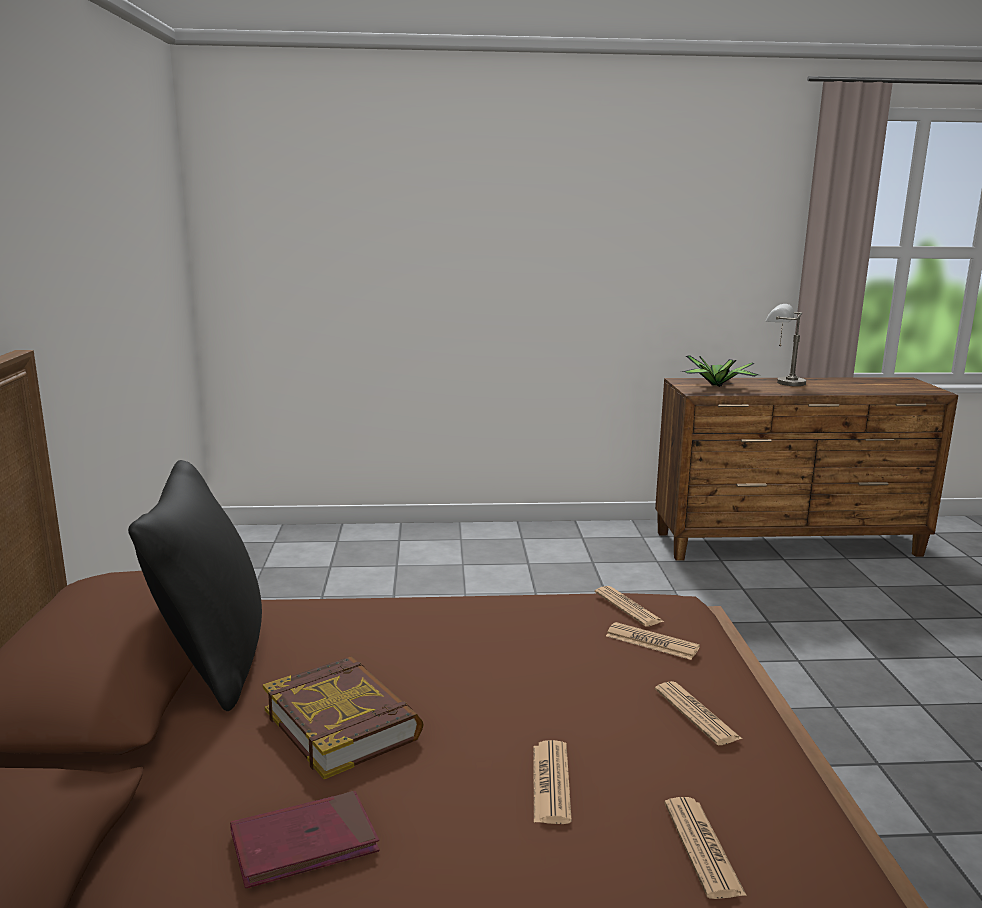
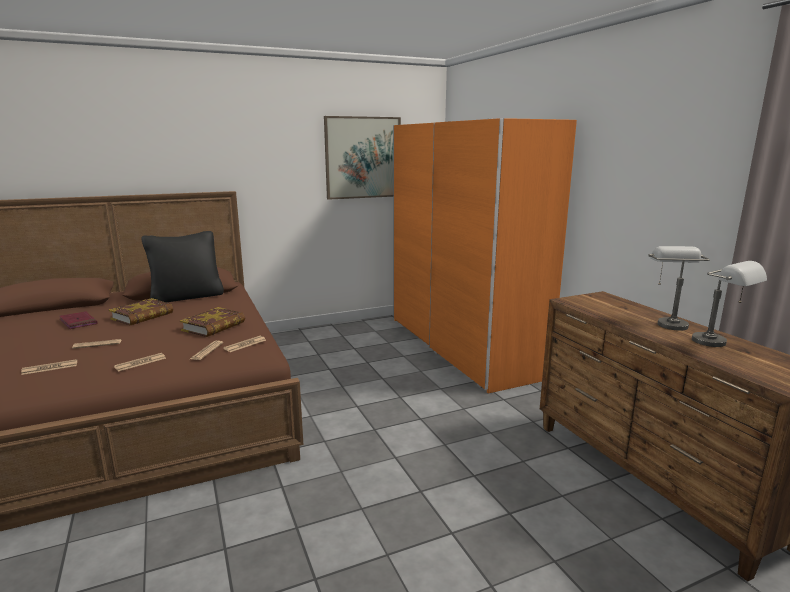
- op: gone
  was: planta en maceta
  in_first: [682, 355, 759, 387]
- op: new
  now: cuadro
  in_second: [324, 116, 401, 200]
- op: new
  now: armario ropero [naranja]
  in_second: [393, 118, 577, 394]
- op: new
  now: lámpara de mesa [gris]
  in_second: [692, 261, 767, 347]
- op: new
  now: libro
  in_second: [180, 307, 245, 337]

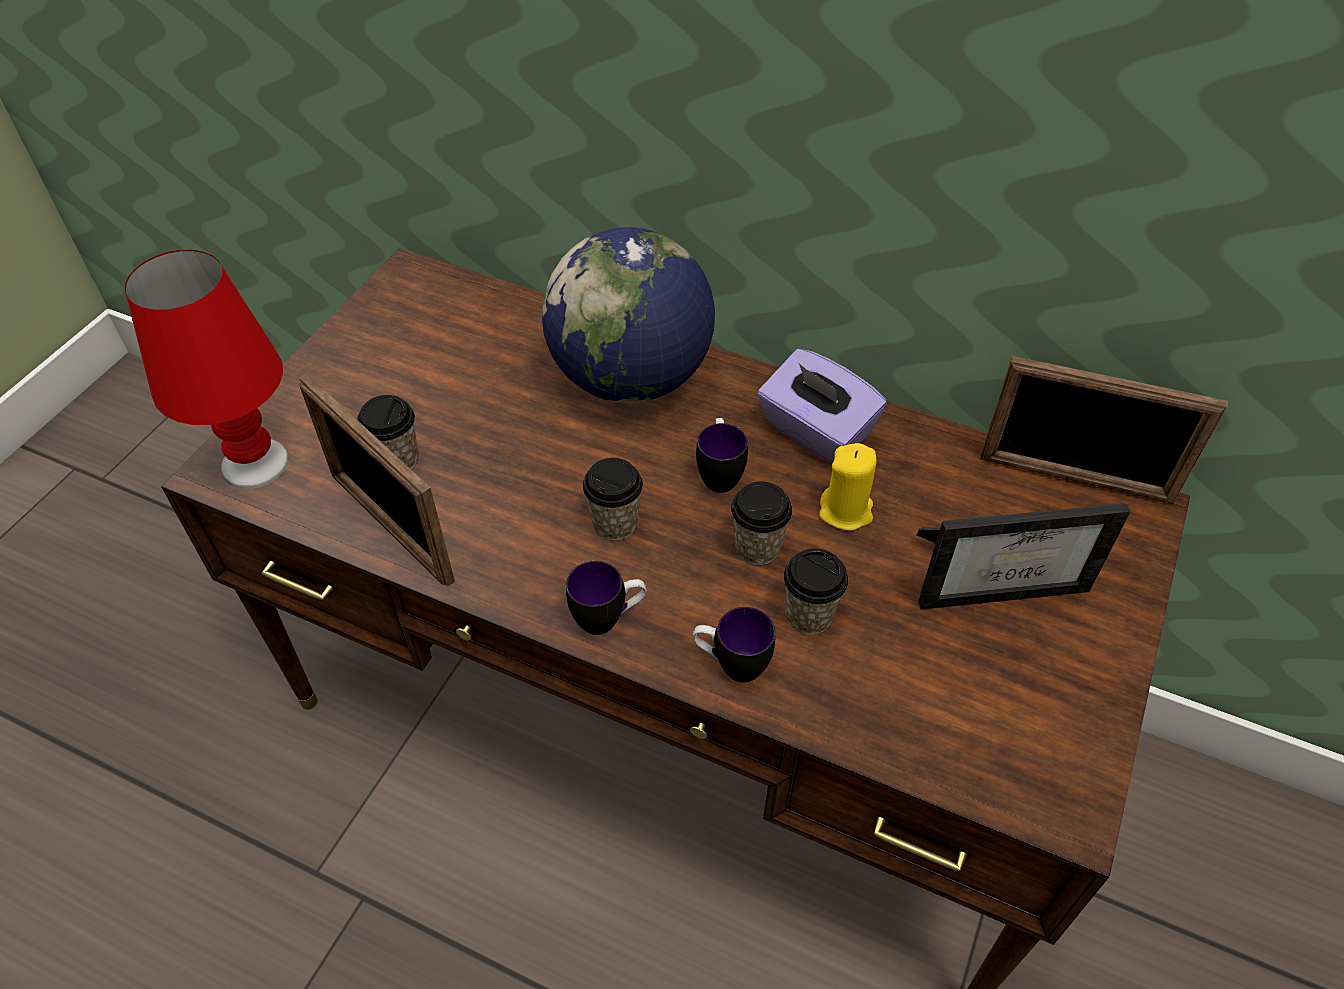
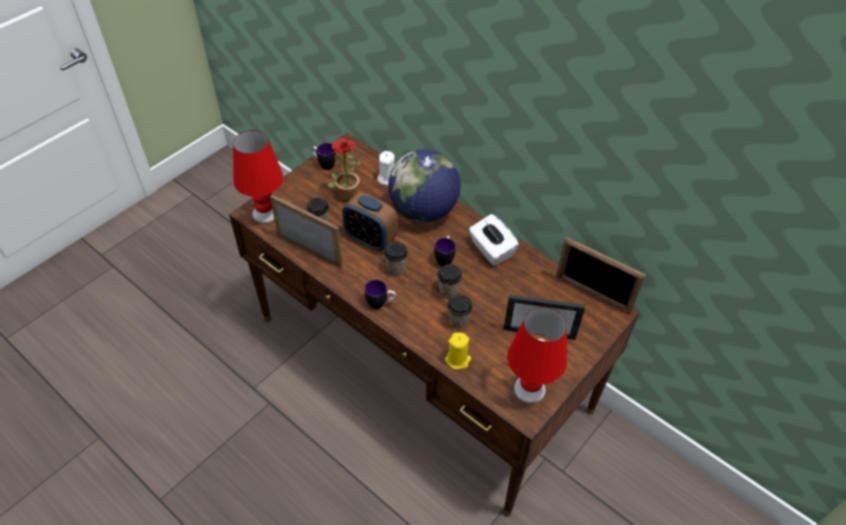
- op: repainted
  was: caja de pañuelos [morado]
  now: caja de pañuelos [blanco]
  in_first: [758, 349, 887, 463]
  in_second: [469, 214, 519, 265]
- op: rotated
  was: portarretratos
  in_first: [299, 374, 455, 586]
  in_second: [270, 195, 343, 268]
  clockwise: 150
- op: shifted
  was: vela [amarillo]
  in_first: [819, 443, 877, 531]
  in_second: [445, 333, 471, 370]
- op: shifted
  was: taza grande
  in_first: [692, 607, 775, 683]
  in_second: [312, 143, 336, 170]
- op: new
  now: planta en maceta
  in_second: [328, 139, 361, 202]
- op: new
  now: vela [blanco]
  in_second: [377, 151, 395, 186]
- op: new
  now: despertador
  in_second: [342, 192, 398, 251]
- op: new
  now: lámpara de mesa [rojo]
  in_second: [507, 307, 567, 403]

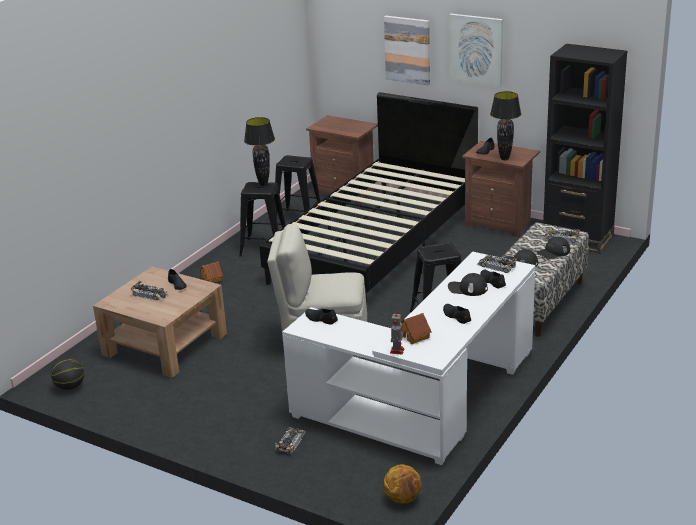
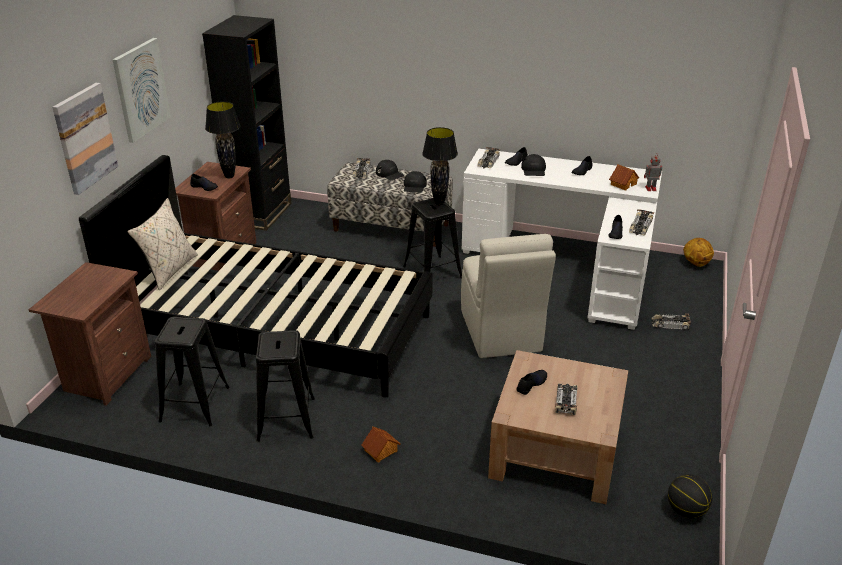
- op: shifted
  was: lámpara de mesa [negro]
  in_first: [244, 117, 275, 186]
  in_second: [422, 127, 458, 205]
- op: new
  now: cojín [beis]
  in_second: [127, 198, 198, 290]
- op: new
  now: coche de juguete
  in_second: [629, 209, 654, 236]

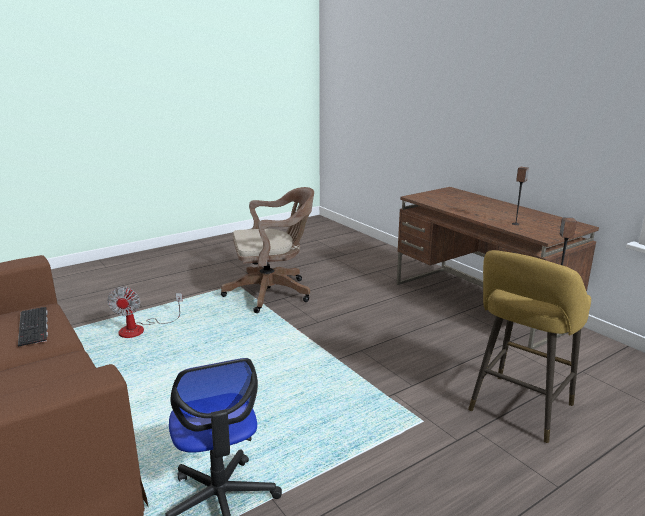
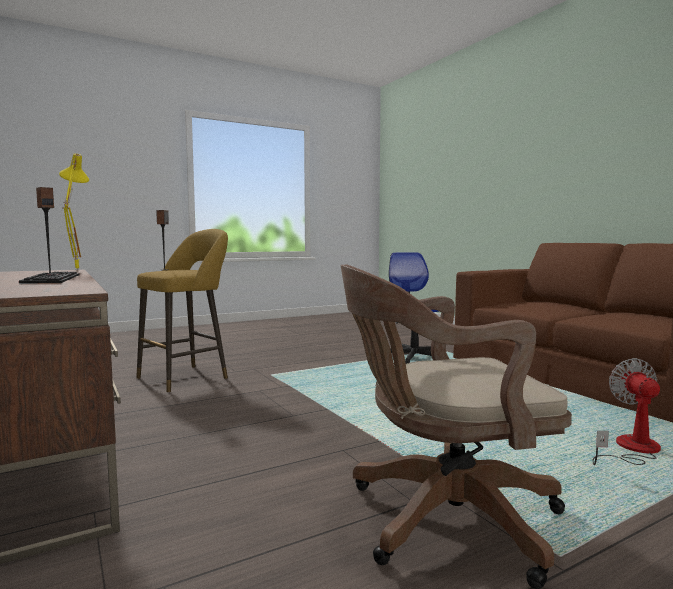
- op: shifted
  was: teclado
  in_first: [18, 307, 48, 347]
  in_second: [19, 272, 80, 284]
- op: new
  now: lámpara de mesa [amarillo]
  in_second: [59, 153, 89, 272]

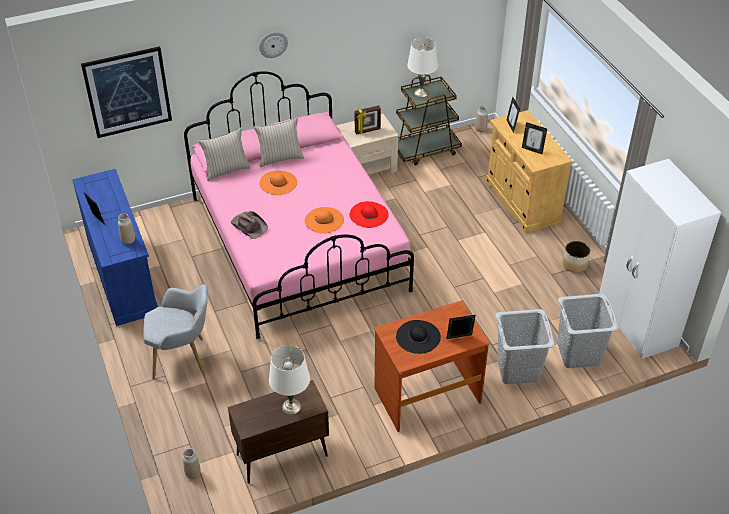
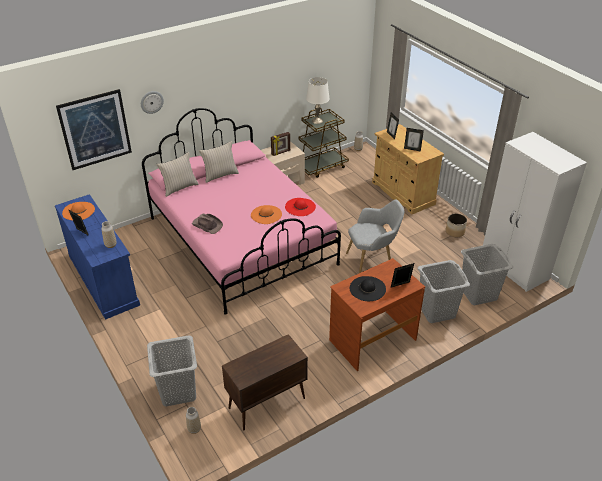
- op: shifted
  was: reloj de pared
  in_first: [259, 32, 288, 58]
  in_second: [141, 91, 164, 114]
- op: shifted
  was: sombrero [naranja]
  in_first: [260, 171, 297, 195]
  in_second: [62, 202, 95, 220]
- op: shifted
  was: sillón [gris]
  in_first: [143, 284, 208, 379]
  in_second: [346, 200, 404, 273]
- op: gone
  was: lámpara de mesa [blanco]
  in_first: [269, 345, 310, 415]
- op: new
  now: cesto de la ropa [gris]
  in_second: [147, 335, 197, 406]

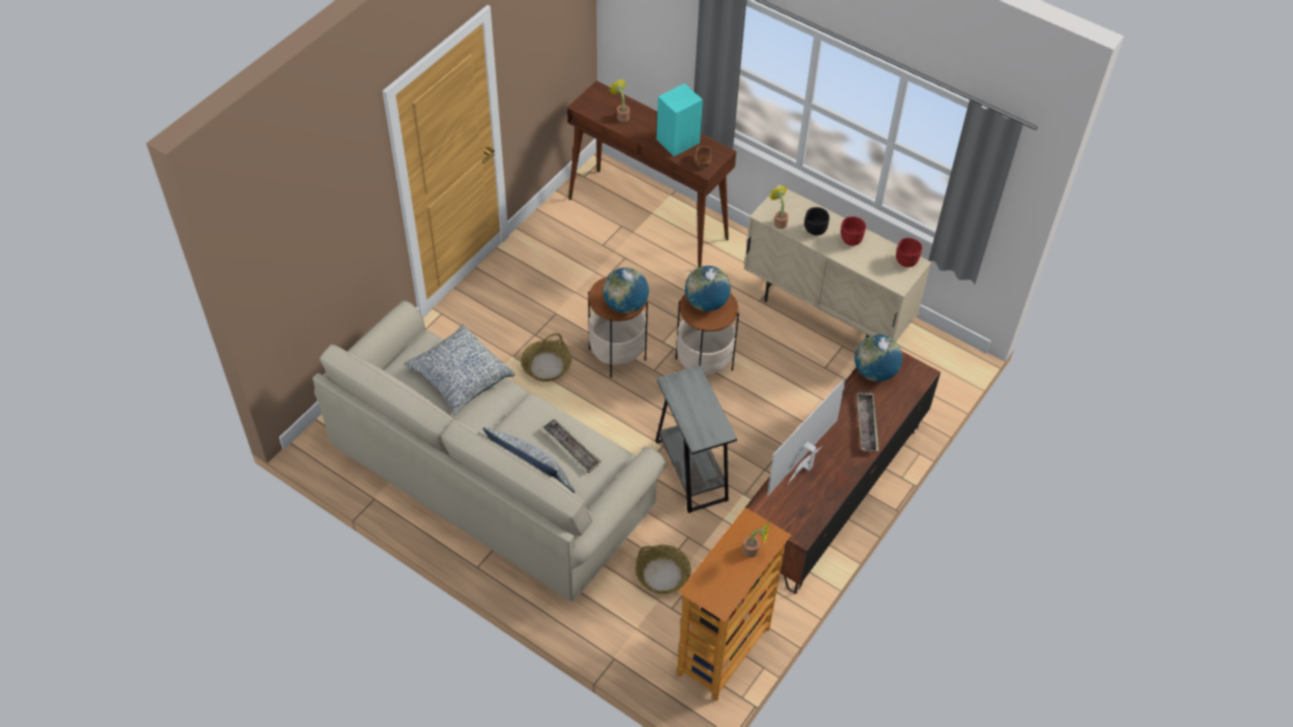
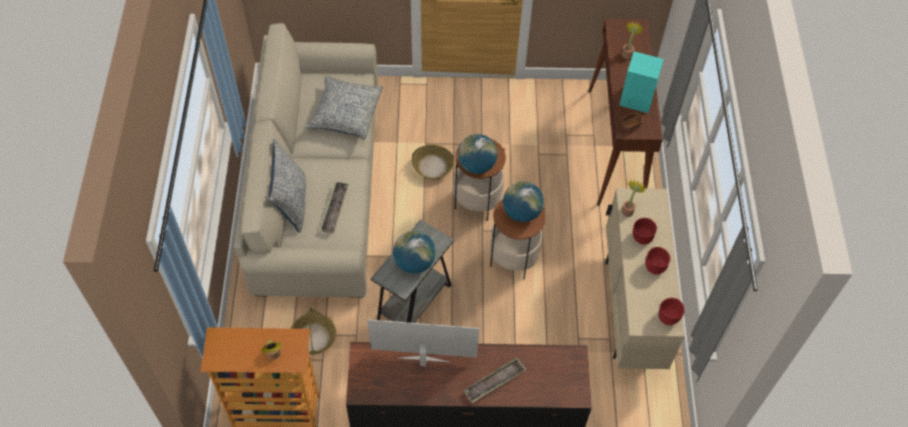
- op: repainted
  was: cuenco [negro]
  now: cuenco [rojo]
  in_first: [804, 207, 830, 235]
  in_second: [633, 218, 657, 245]
- op: shifted
  was: globo terráqueo
  in_first: [855, 335, 902, 382]
  in_second: [393, 231, 436, 274]

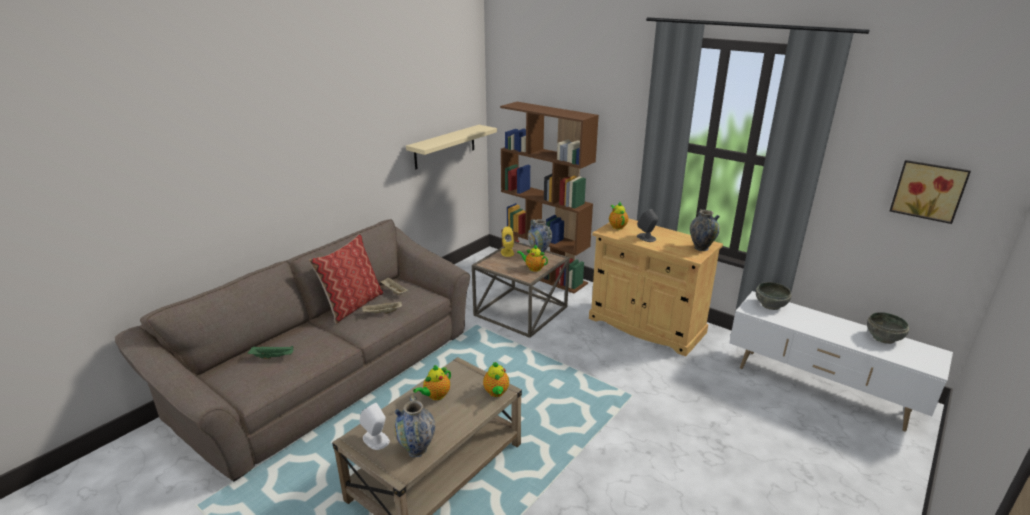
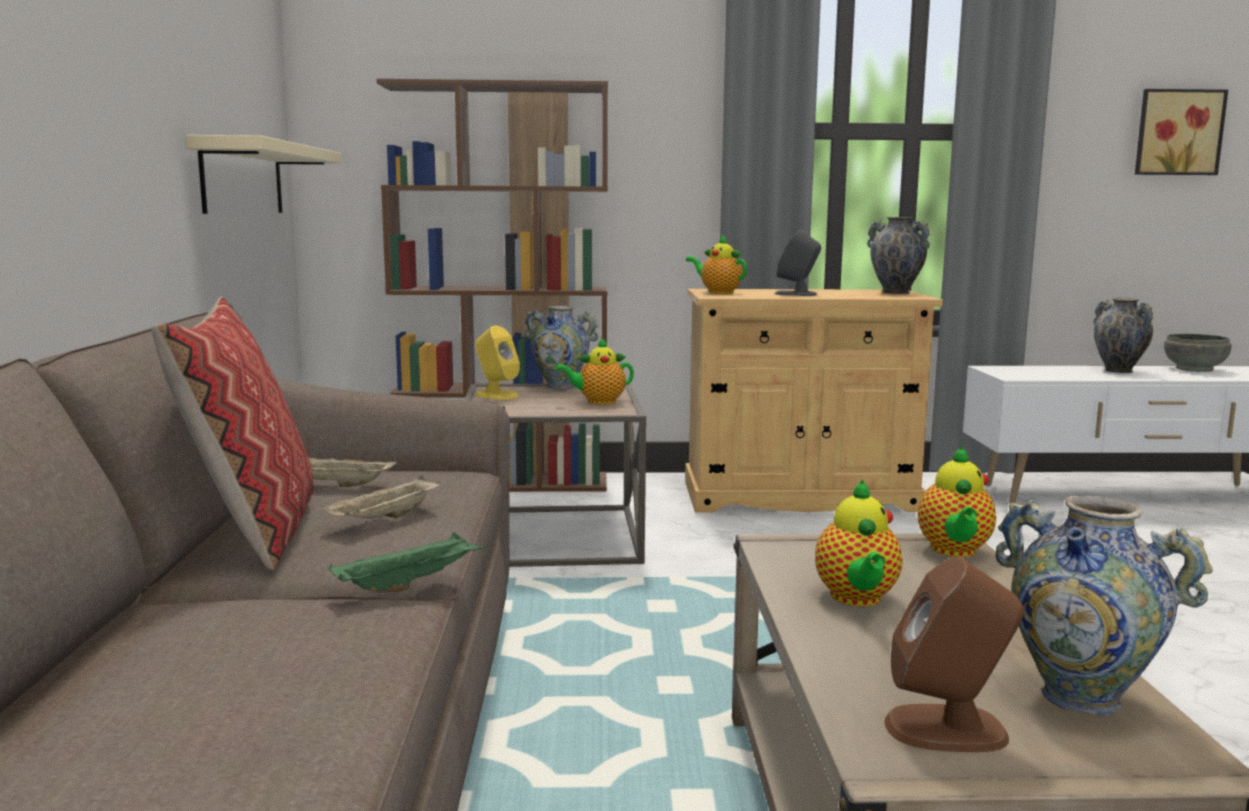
- op: gone
  was: cuenco [gris]
  in_first: [756, 282, 791, 310]
- op: shifted
  was: bandeja [verde]
  in_first: [248, 346, 294, 359]
  in_second: [329, 532, 486, 592]
- op: rotated
  was: tetera
  in_first: [483, 362, 509, 397]
  in_second: [918, 446, 996, 557]
  clockwise: 60
- op: repainted
  was: altavoz [blanco]
  now: altavoz [marrón]
  in_first: [359, 402, 390, 450]
  in_second: [884, 557, 1024, 752]
- op: new
  now: florero
  in_second: [1093, 298, 1153, 373]

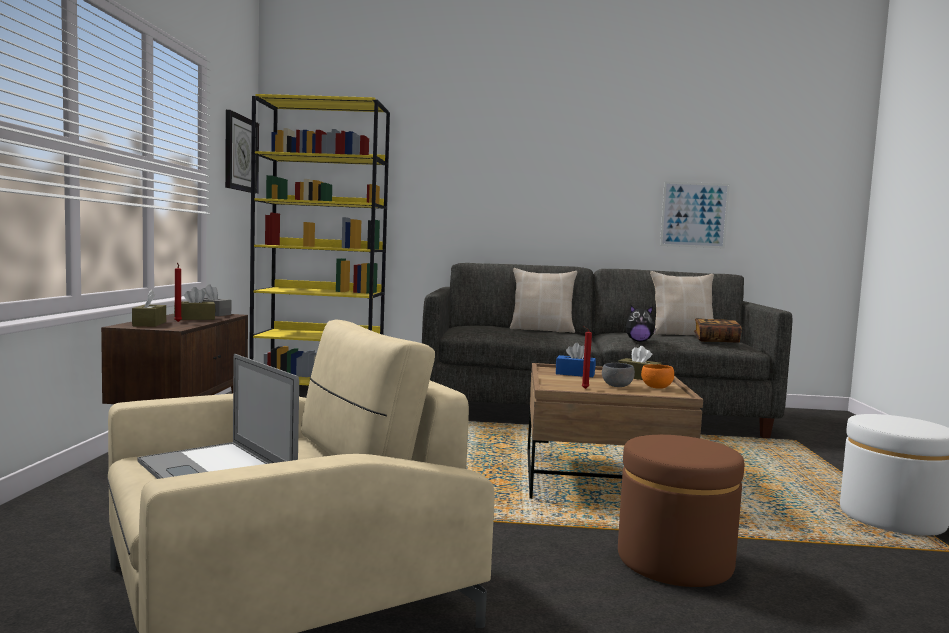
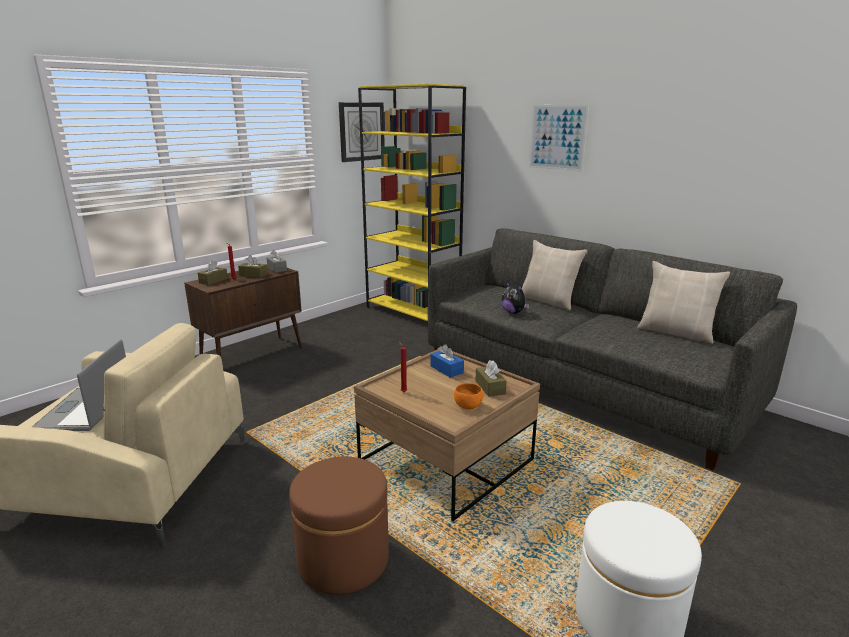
- op: shifted
  was: cuadro
  in_first: [660, 182, 730, 249]
  in_second: [529, 105, 589, 172]
- op: shifted
  was: peluche
  in_first: [626, 306, 656, 342]
  in_second: [502, 281, 530, 314]
- op: gone
  was: libro
  in_first: [694, 318, 742, 343]
- op: gone
  was: cuenco [gris]
  in_first: [602, 363, 635, 387]

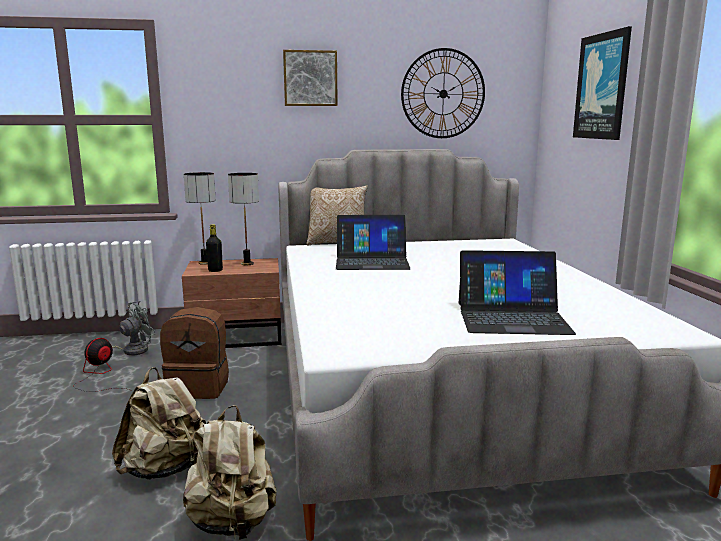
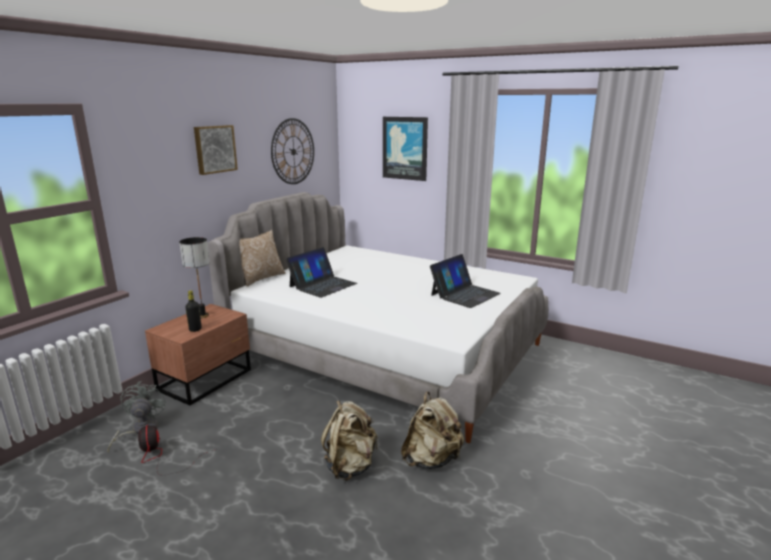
- op: gone
  was: lámpara de mesa
  in_first: [184, 172, 216, 265]
- op: gone
  was: mochila [marrón]
  in_first: [160, 307, 229, 399]

